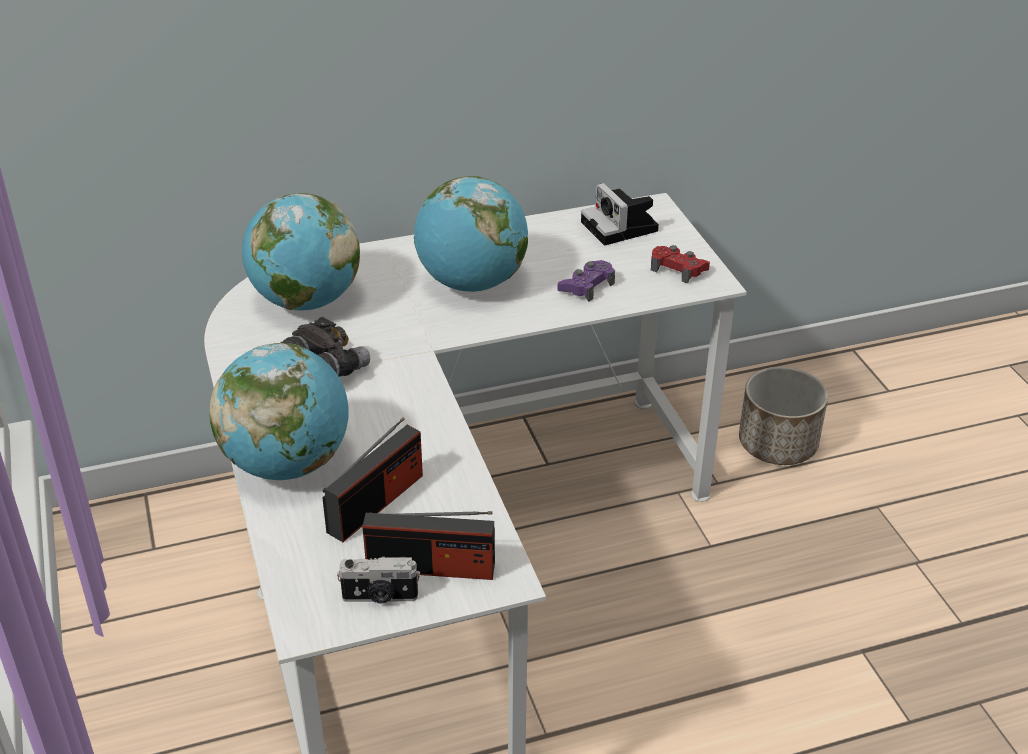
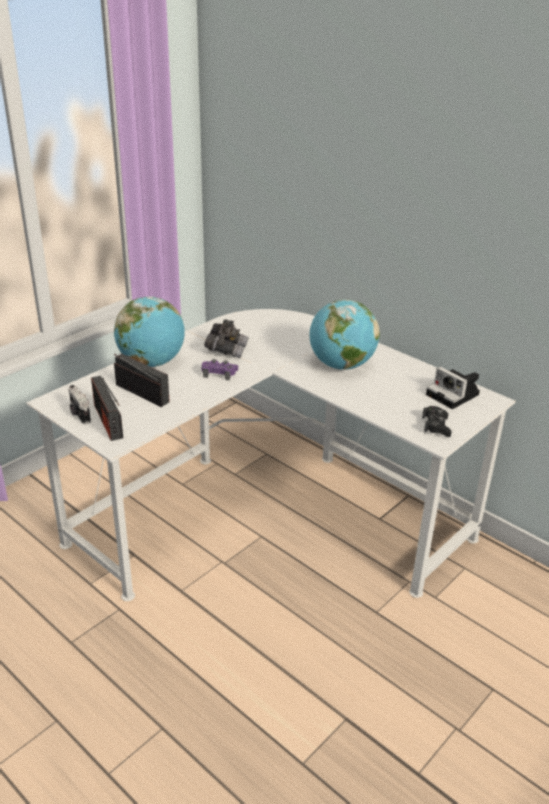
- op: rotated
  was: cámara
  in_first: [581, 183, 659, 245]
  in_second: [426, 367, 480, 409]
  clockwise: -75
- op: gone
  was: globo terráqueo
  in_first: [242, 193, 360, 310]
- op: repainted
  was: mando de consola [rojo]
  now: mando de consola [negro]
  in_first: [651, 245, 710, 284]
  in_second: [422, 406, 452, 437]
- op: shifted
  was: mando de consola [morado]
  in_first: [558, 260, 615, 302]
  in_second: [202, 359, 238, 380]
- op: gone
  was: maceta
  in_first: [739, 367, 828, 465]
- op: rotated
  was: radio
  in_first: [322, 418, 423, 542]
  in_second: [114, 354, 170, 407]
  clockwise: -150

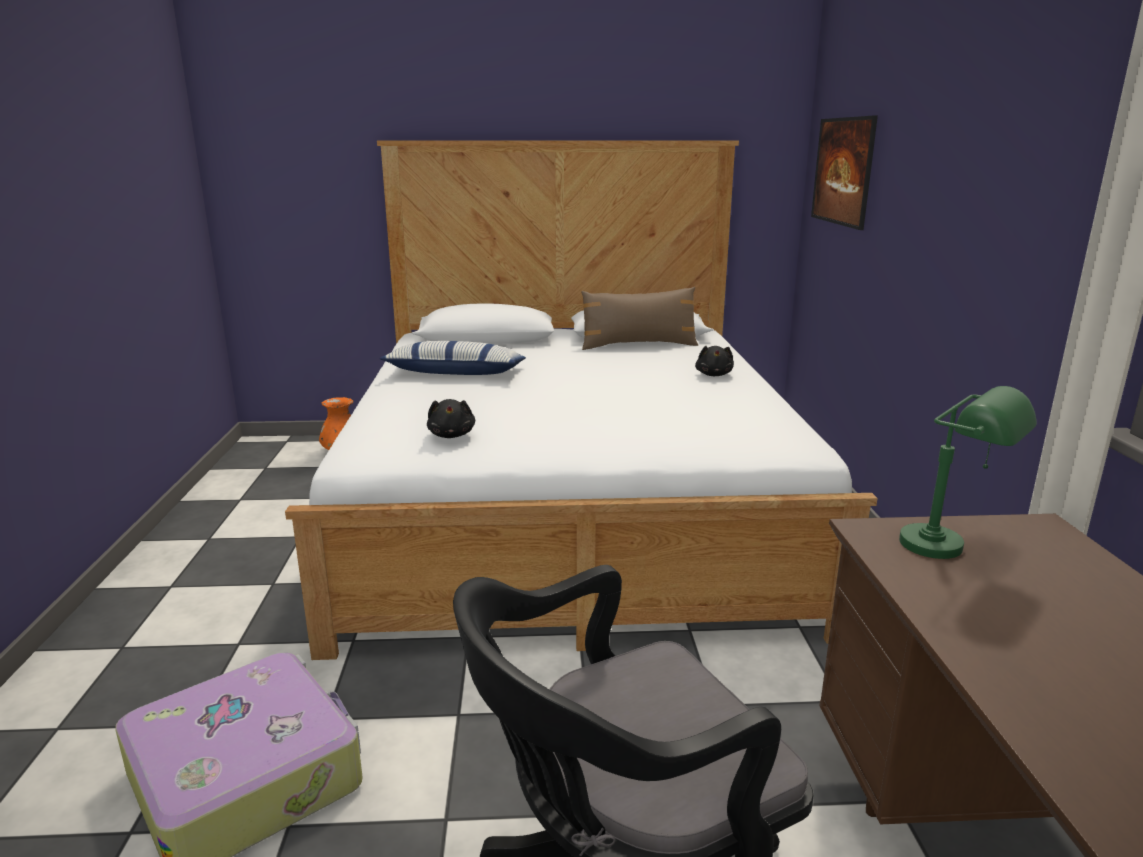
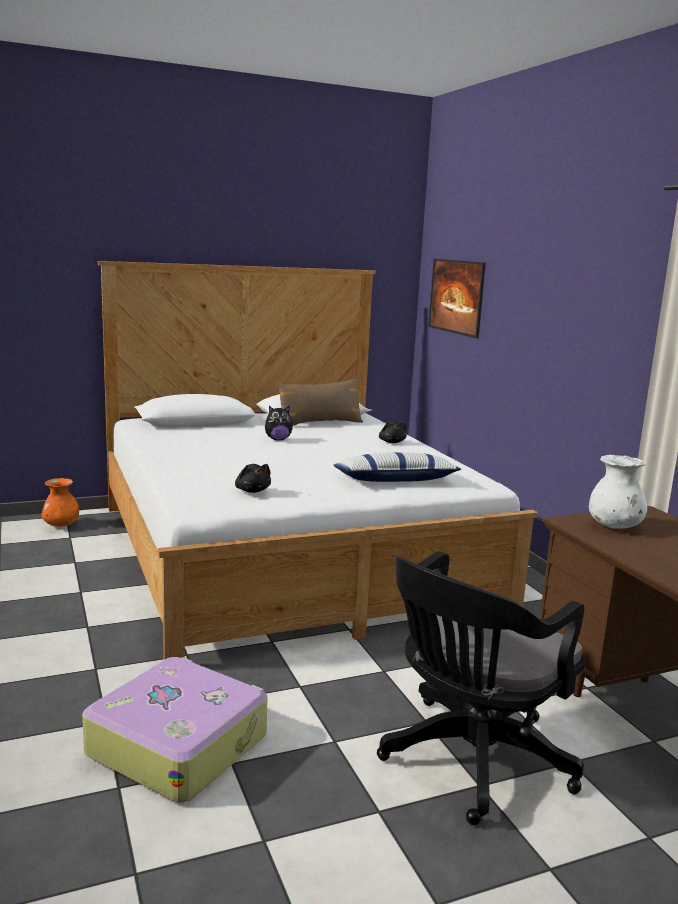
- op: shifted
  was: cojín
  in_first: [380, 341, 526, 375]
  in_second: [333, 452, 461, 482]
- op: swapped
  was: lámpara de mesa [verde]
  now: florero [blanco]
  in_first: [899, 386, 1037, 559]
  in_second: [589, 455, 647, 529]
- op: new
  now: peluche
  in_second: [265, 406, 293, 440]

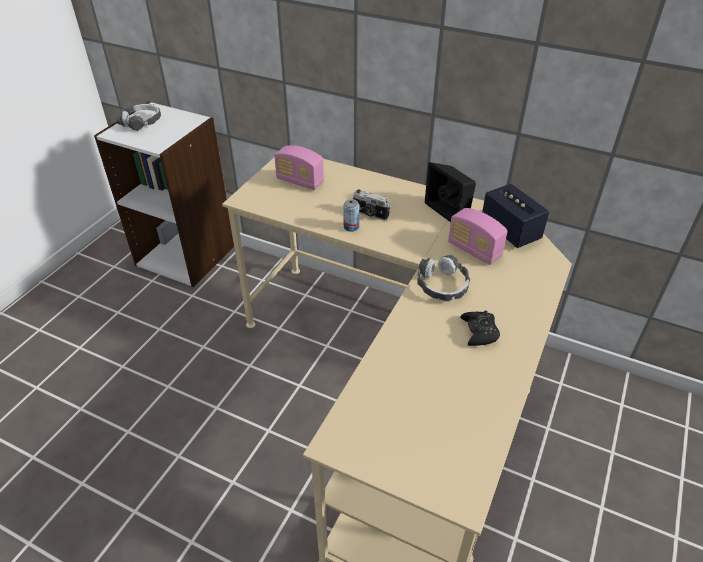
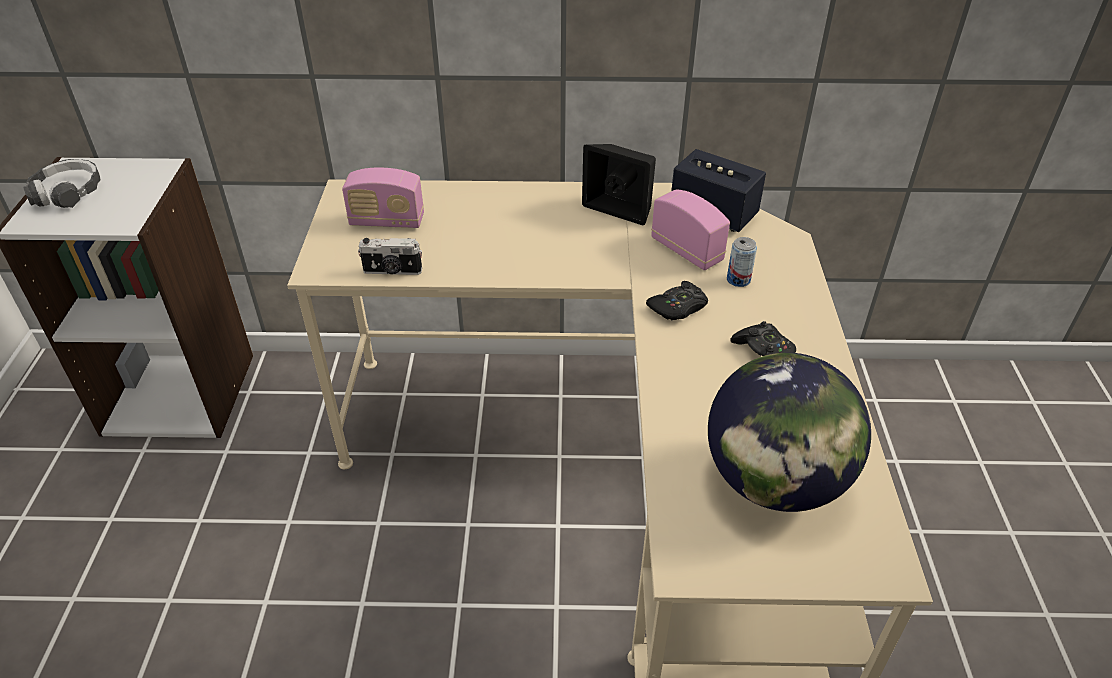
- op: shifted
  was: cámara
  in_first: [353, 190, 391, 221]
  in_second: [358, 238, 422, 275]
- op: shifted
  was: lata
  in_first: [343, 199, 359, 232]
  in_second: [727, 237, 757, 287]
- op: rotated
  was: radio
  in_first: [448, 208, 508, 265]
  in_second: [651, 190, 730, 270]
  clockwise: -150
- op: swapped
  was: auriculares
  now: mando de consola [negro]
  in_first: [417, 255, 470, 301]
  in_second: [646, 281, 708, 320]
- op: new
  now: globo terráqueo
  in_second: [708, 353, 871, 512]

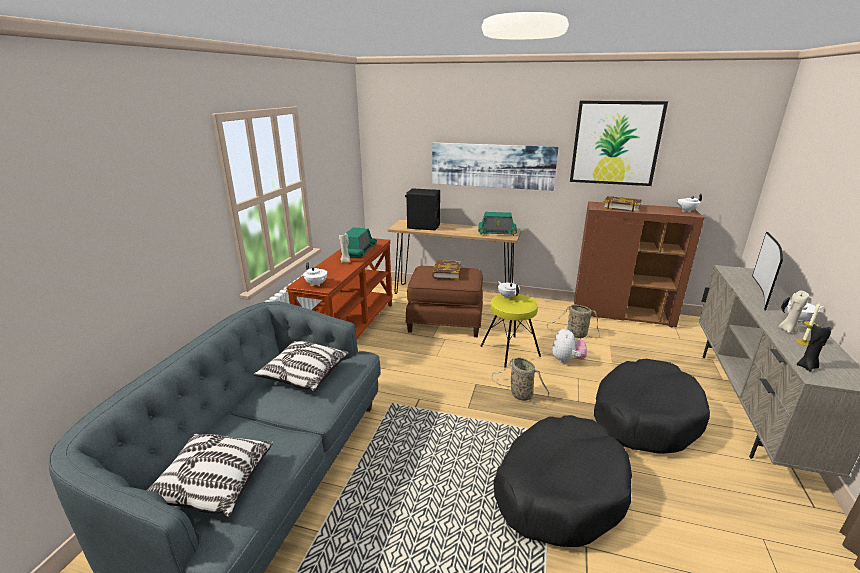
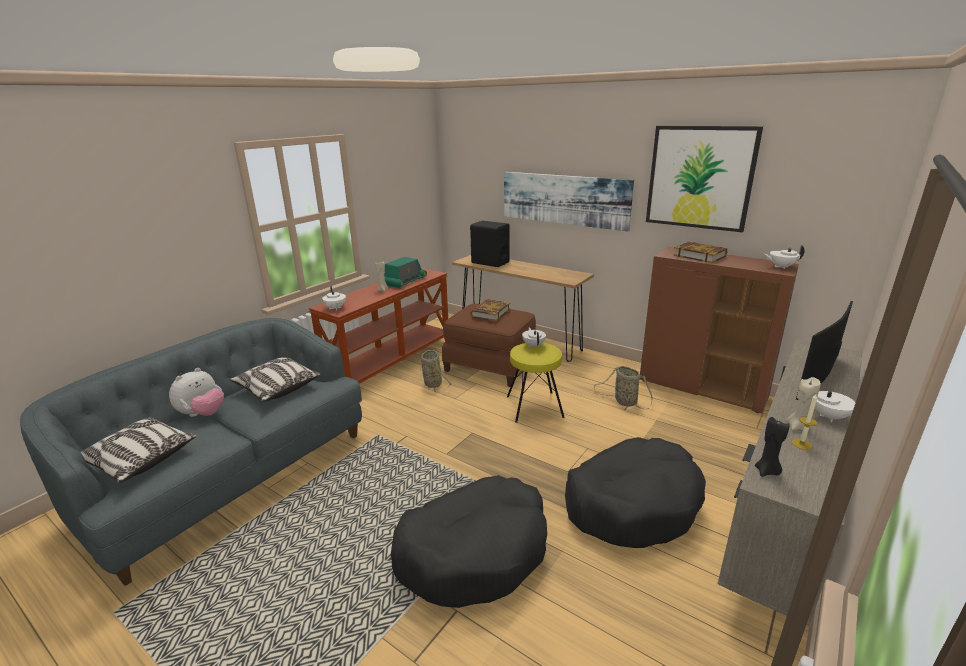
- op: gone
  was: radio
  in_first: [478, 212, 517, 236]
- op: shifted
  was: peluche
  in_first: [552, 327, 587, 363]
  in_second: [169, 368, 224, 417]
- op: shifted
  was: cesta
  in_first: [492, 357, 549, 406]
  in_second: [420, 350, 452, 393]

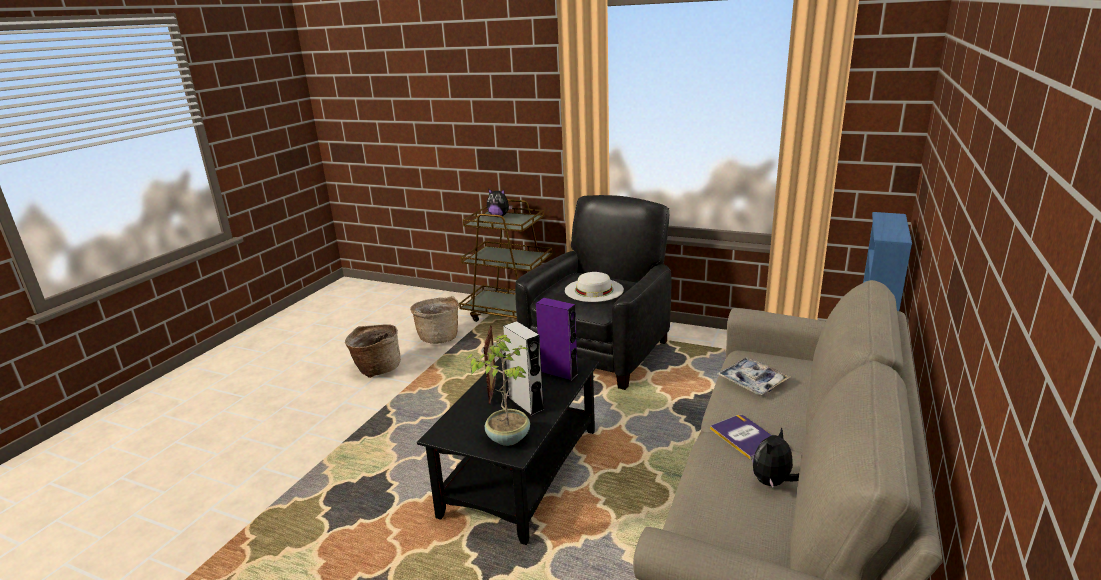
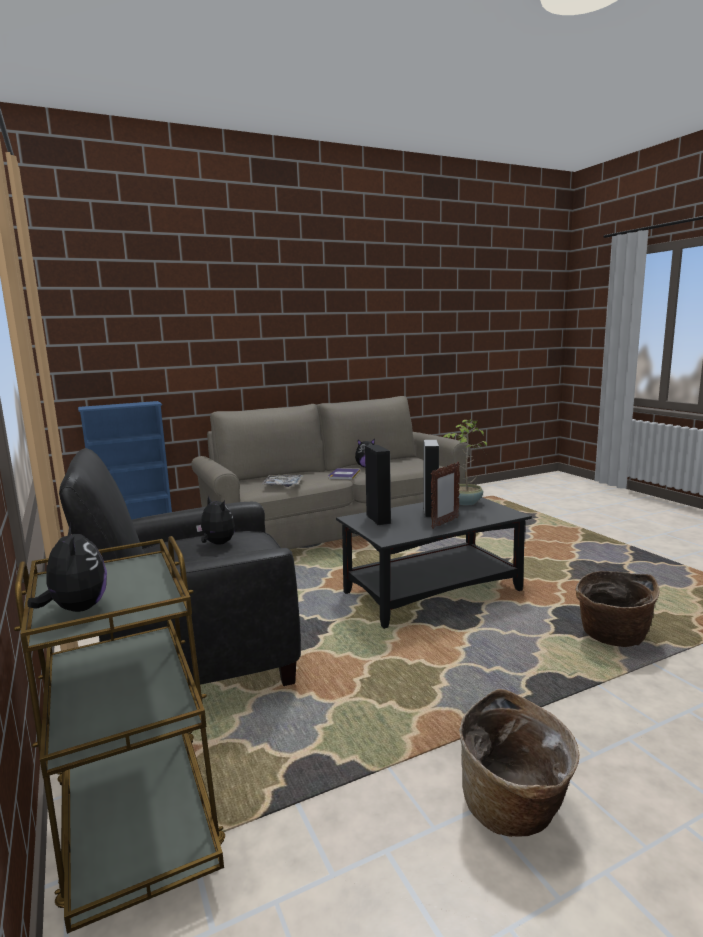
- op: swapped
  was: sombrero [blanco]
  now: peluche
  in_first: [565, 272, 624, 302]
  in_second: [196, 495, 235, 545]
- op: shifted
  was: cesta
  in_first: [410, 296, 459, 344]
  in_second: [576, 571, 659, 647]
- op: repainted
  was: altavoz [morado]
  now: altavoz [negro]
  in_first: [536, 298, 578, 381]
  in_second: [365, 445, 391, 526]

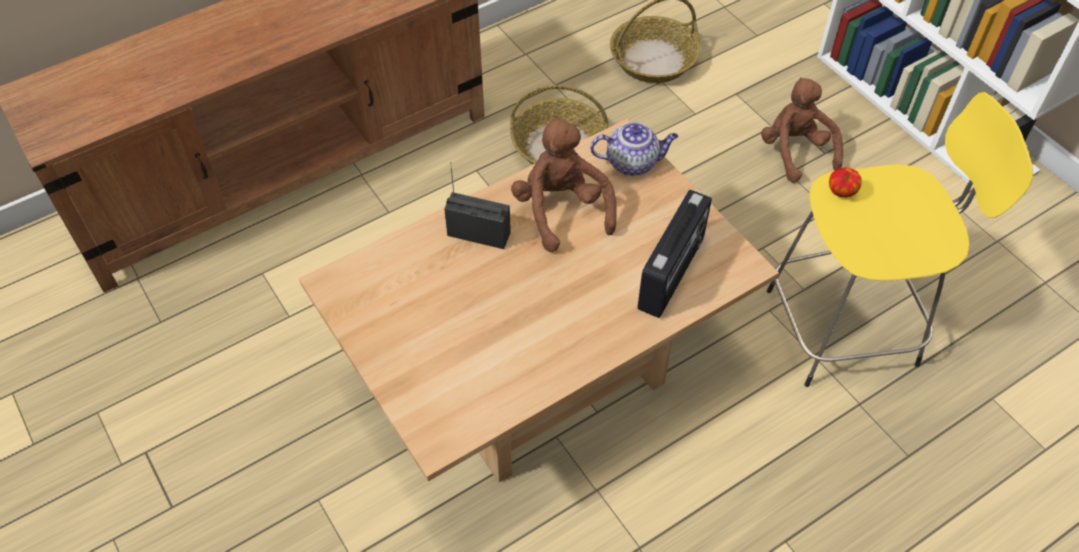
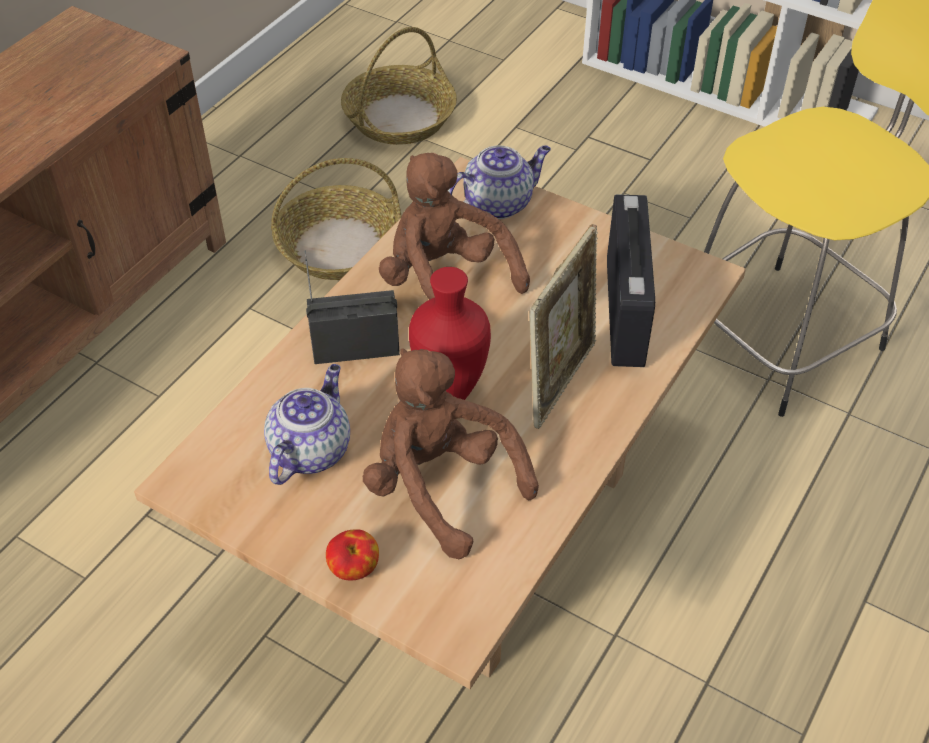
- op: shifted
  was: peluche [marrón]
  in_first: [761, 77, 843, 183]
  in_second: [363, 348, 539, 559]
- op: shifted
  was: manzana
  in_first: [829, 168, 862, 197]
  in_second: [326, 529, 379, 580]
- op: new
  now: portarretratos
  in_second: [529, 224, 598, 429]
- op: new
  now: florero [rojo]
  in_second: [409, 267, 491, 400]
- op: new
  now: tetera
  in_second: [264, 364, 350, 485]

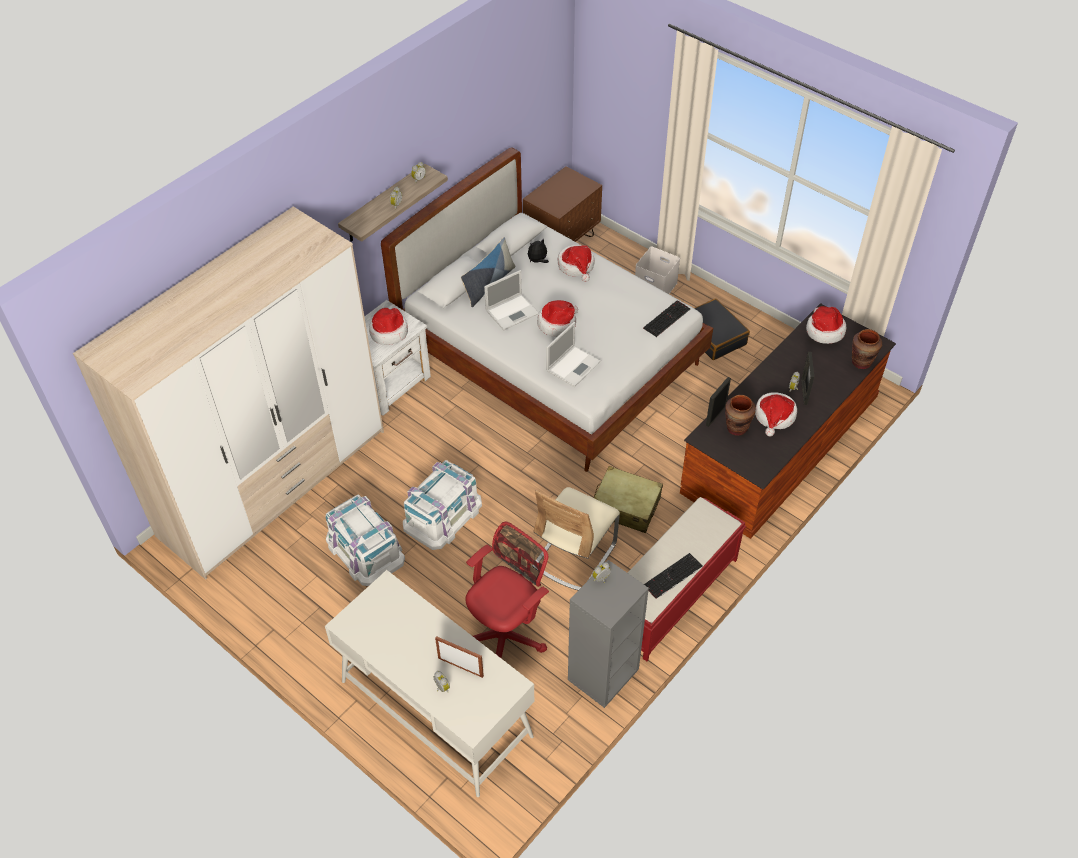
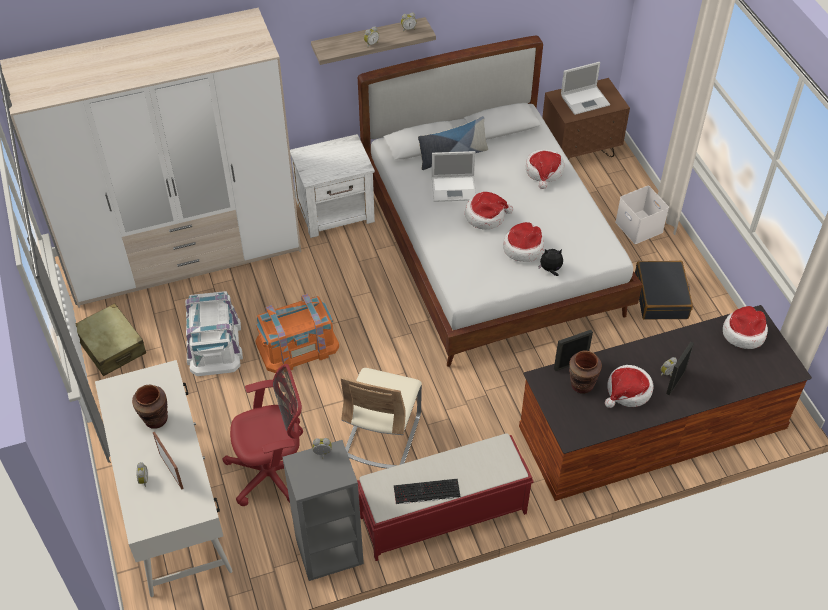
- op: shifted
  was: peluche
  in_first: [528, 238, 549, 263]
  in_second: [539, 249, 563, 276]
- op: gone
  was: teclado
  in_first: [643, 300, 690, 337]
- op: shifted
  was: sombrero
  in_first: [369, 308, 408, 345]
  in_second: [503, 222, 544, 262]
- op: shifted
  was: portátil
  in_first: [546, 322, 601, 387]
  in_second: [561, 62, 610, 115]
- op: shifted
  was: florero [marrón]
  in_first: [852, 329, 882, 369]
  in_second: [132, 385, 168, 429]
- op: repainted
  was: caja de almacenaje [blanco]
  now: caja de almacenaje [naranja]
  in_first: [403, 460, 482, 550]
  in_second: [255, 294, 339, 373]
- op: shifted
  was: maleta [beis]
  in_first: [594, 466, 663, 533]
  in_second: [76, 303, 146, 376]
- op: rotated
  was: silla [beis]
  in_first: [533, 487, 620, 590]
  in_second: [340, 368, 422, 468]
  clockwise: -45

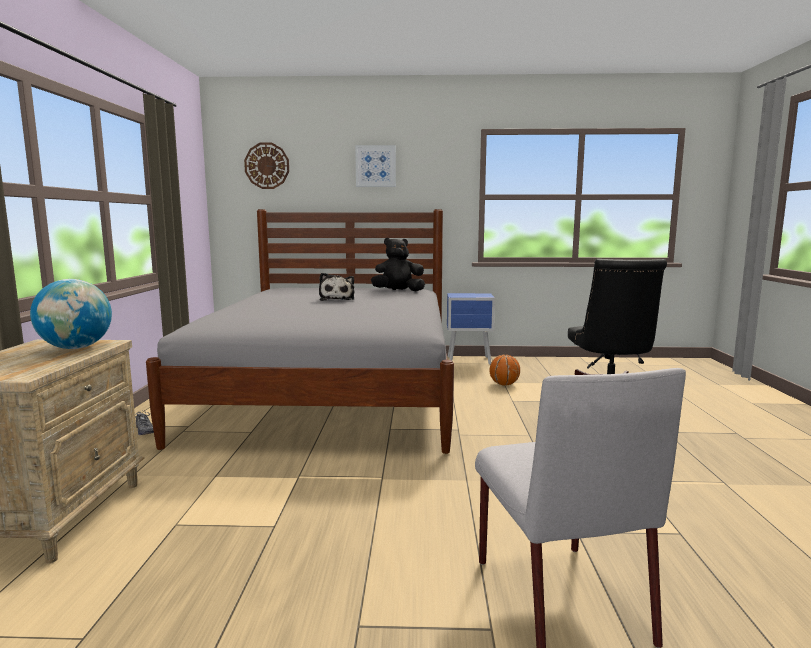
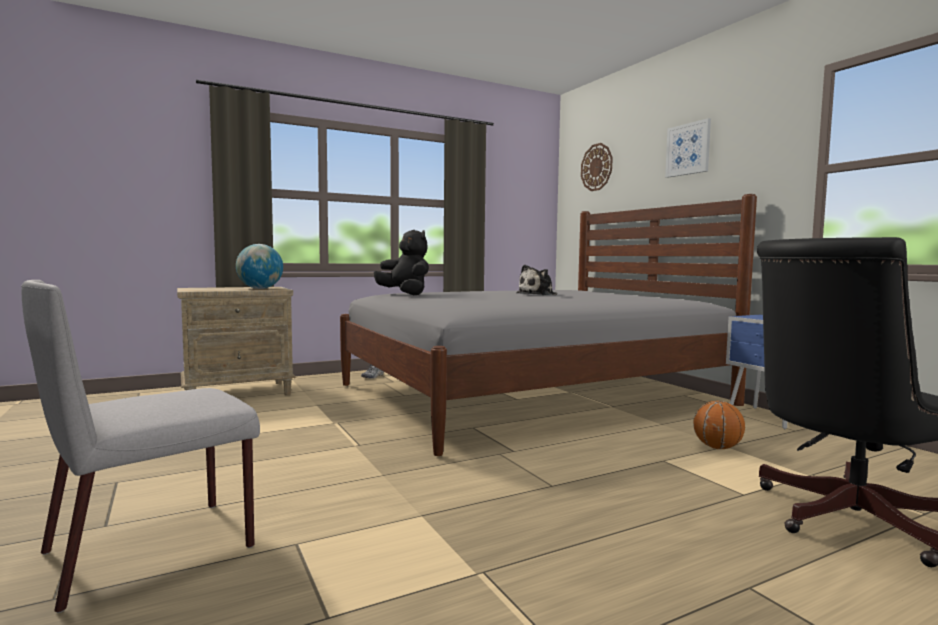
- op: shifted
  was: peluche [negro]
  in_first: [371, 238, 425, 291]
  in_second: [374, 230, 429, 295]

